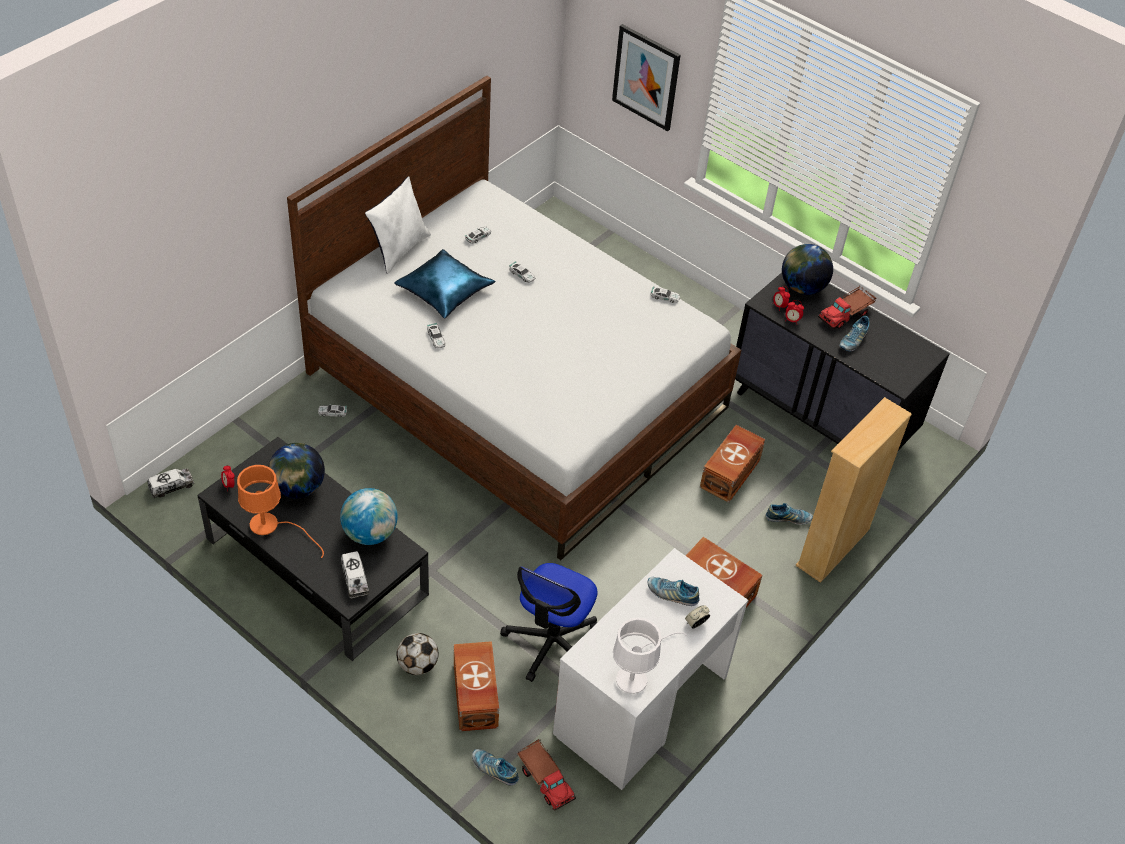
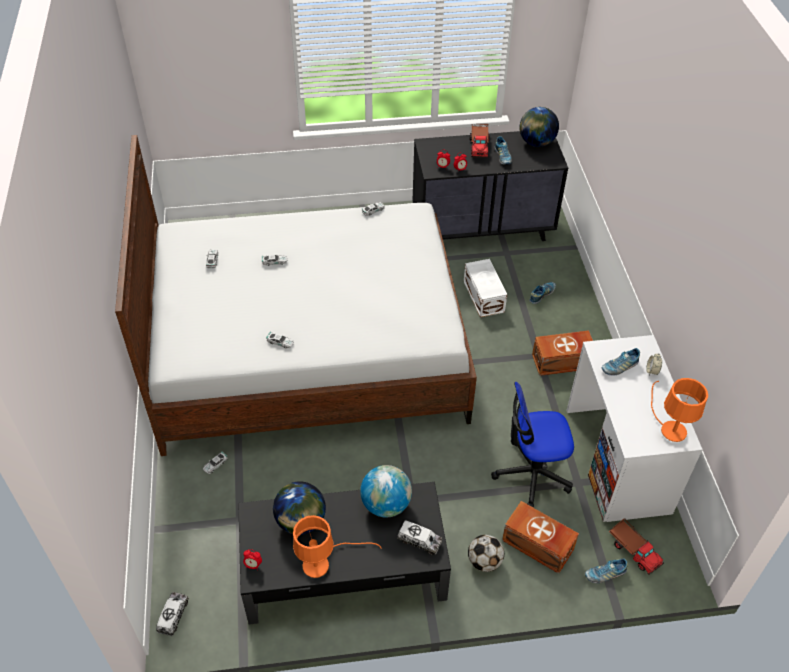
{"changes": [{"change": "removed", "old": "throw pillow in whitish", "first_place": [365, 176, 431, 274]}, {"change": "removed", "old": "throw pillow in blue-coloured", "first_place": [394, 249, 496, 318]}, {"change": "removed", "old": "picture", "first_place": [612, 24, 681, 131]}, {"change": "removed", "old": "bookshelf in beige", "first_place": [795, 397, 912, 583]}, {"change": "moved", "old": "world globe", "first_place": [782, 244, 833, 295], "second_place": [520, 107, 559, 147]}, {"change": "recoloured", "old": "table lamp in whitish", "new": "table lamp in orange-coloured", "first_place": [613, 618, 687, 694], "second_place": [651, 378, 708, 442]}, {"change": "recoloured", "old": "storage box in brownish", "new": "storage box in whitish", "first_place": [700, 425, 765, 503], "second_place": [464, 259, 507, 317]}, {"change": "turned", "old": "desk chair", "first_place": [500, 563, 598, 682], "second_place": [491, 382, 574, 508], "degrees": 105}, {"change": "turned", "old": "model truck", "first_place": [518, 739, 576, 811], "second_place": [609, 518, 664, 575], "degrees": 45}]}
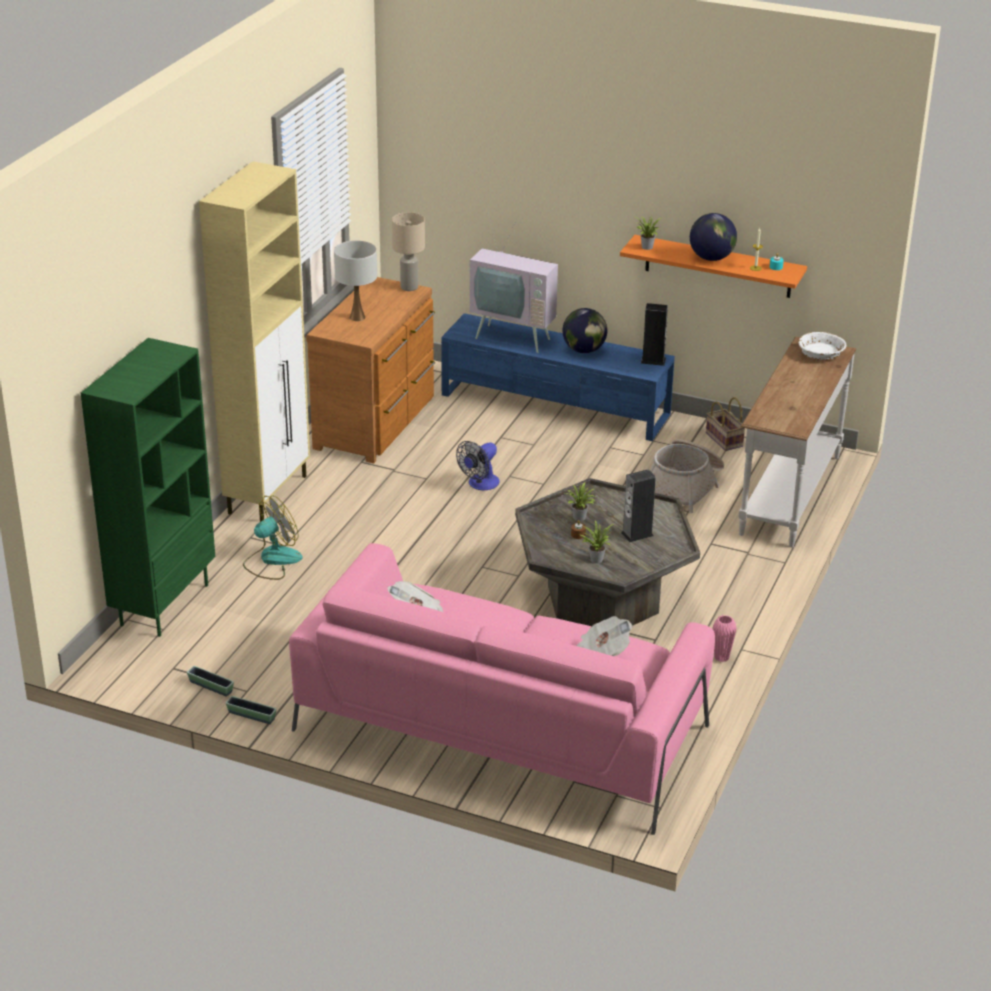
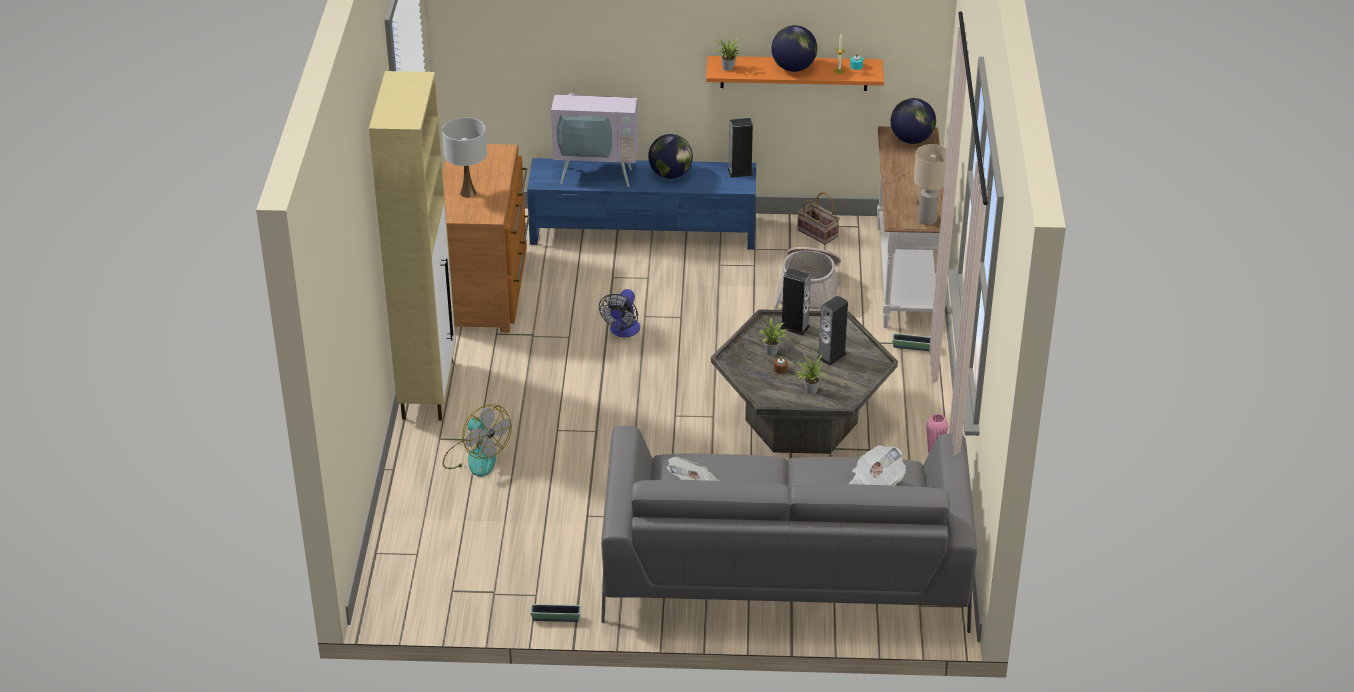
{"changes": [{"change": "removed", "old": "bookshelf in green-coloured", "first_place": [81, 338, 215, 637]}, {"change": "added", "new": "audio speaker", "second_place": [780, 268, 811, 336]}, {"change": "moved", "old": "flower pot", "first_place": [187, 666, 234, 696], "second_place": [892, 333, 930, 351]}, {"change": "moved", "old": "table lamp in beige", "first_place": [392, 212, 425, 291], "second_place": [914, 144, 947, 225]}, {"change": "replaced", "old": "bowl in whitish", "new": "world globe", "first_place": [798, 332, 846, 360], "second_place": [891, 98, 936, 144]}, {"change": "recoloured", "old": "sofa in pink-coloured", "new": "sofa in grey", "first_place": [289, 543, 715, 835], "second_place": [601, 425, 977, 633]}, {"change": "turned", "old": "fan", "first_place": [243, 495, 303, 580], "second_place": [443, 404, 512, 477], "degrees": 105}]}
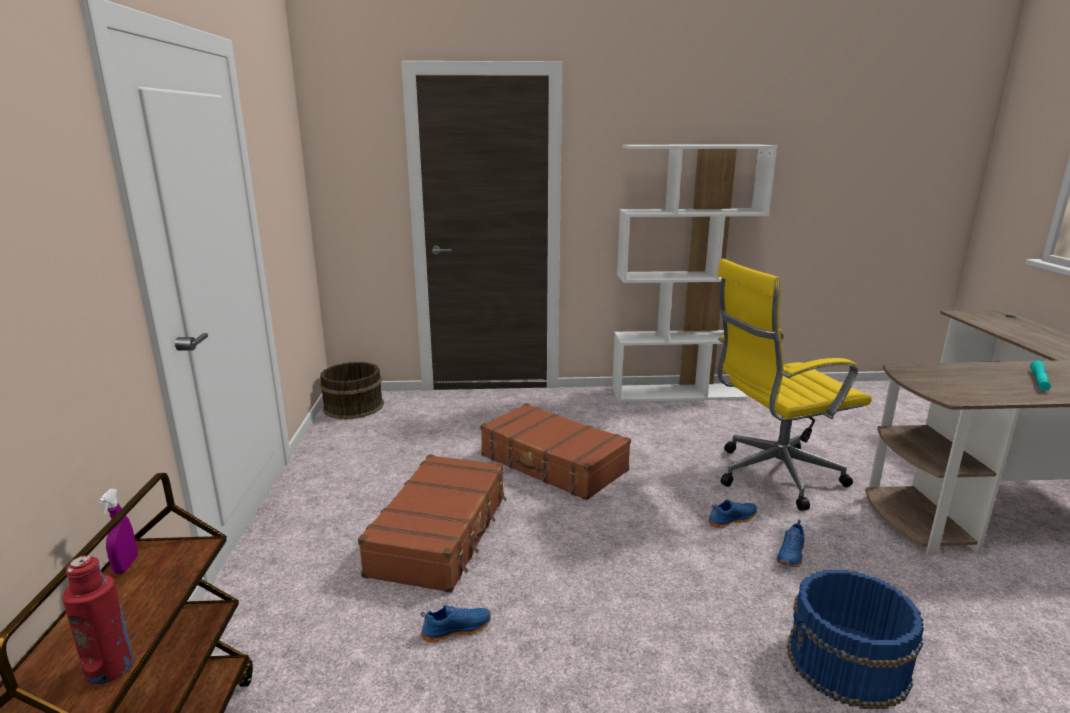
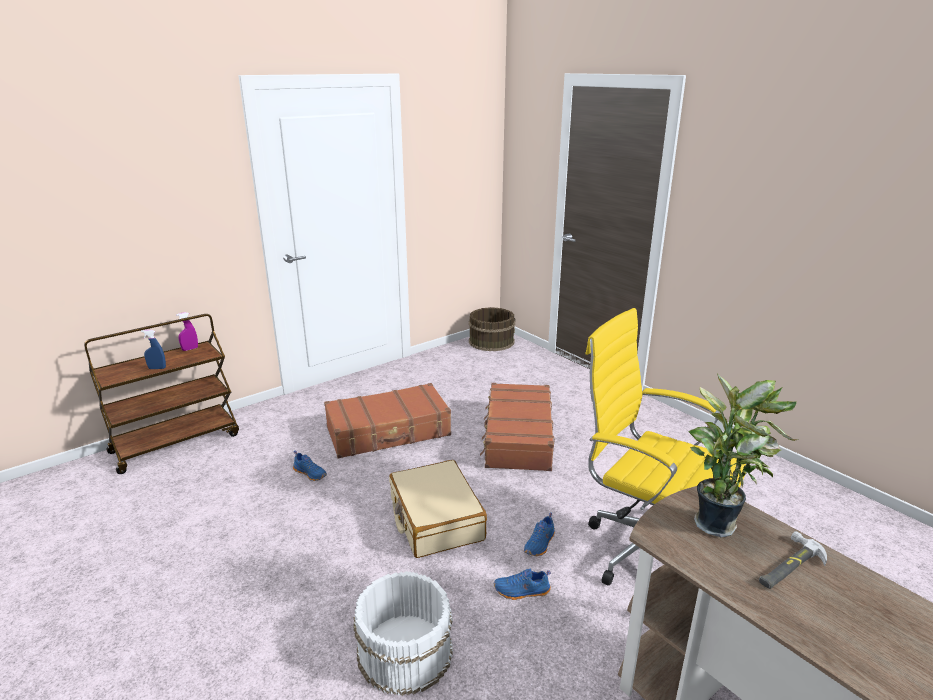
{"changes": [{"change": "removed", "old": "beverage bottle in red", "first_place": [62, 555, 134, 684]}, {"change": "removed", "old": "bookshelf in whitish", "first_place": [612, 144, 777, 402]}, {"change": "removed", "old": "flashlight in turquoise-coloured", "first_place": [1030, 361, 1051, 391]}, {"change": "added", "new": "sprayer in blue-coloured", "second_place": [141, 330, 166, 369]}, {"change": "added", "new": "piece of luggage in beige", "second_place": [389, 460, 487, 558]}, {"change": "added", "new": "houseplant", "second_place": [688, 374, 799, 537]}, {"change": "added", "new": "hand hammer", "second_place": [759, 531, 827, 589]}, {"change": "recoloured", "old": "water bucket in blue-coloured", "new": "water bucket in whitish", "first_place": [787, 570, 924, 709], "second_place": [353, 571, 453, 696]}, {"change": "turned", "old": "low shoe in blue-coloured", "first_place": [708, 499, 757, 528], "second_place": [524, 512, 555, 556], "degrees": 90}]}
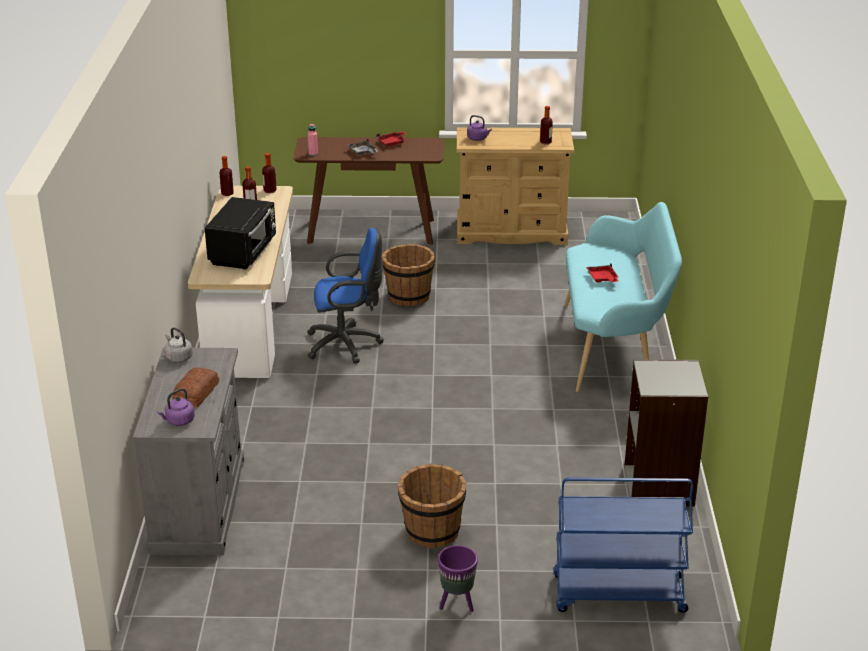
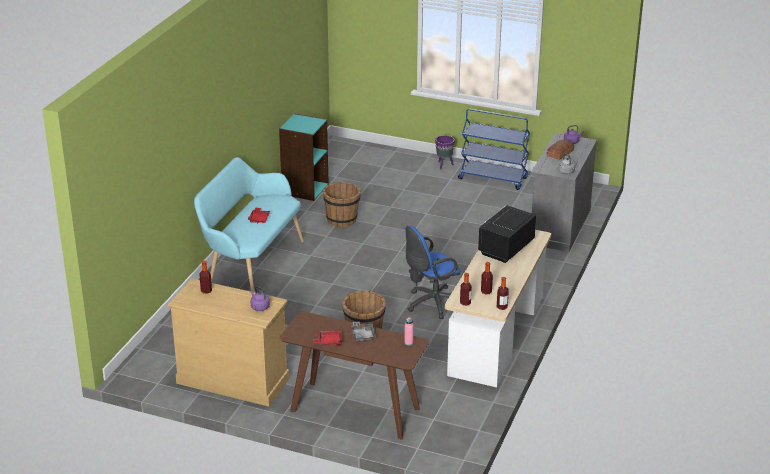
{"changes": [{"change": "moved", "old": "water bucket in brownish", "first_place": [398, 464, 467, 548], "second_place": [323, 182, 361, 227]}, {"change": "moved", "old": "cart in blue-coloured", "first_place": [553, 477, 693, 613], "second_place": [458, 109, 530, 190]}, {"change": "recoloured", "old": "bookshelf in grey", "new": "bookshelf in turquoise-coloured", "first_place": [624, 359, 708, 507], "second_place": [279, 113, 328, 201]}, {"change": "turned", "old": "desk chair in blue-coloured", "first_place": [307, 228, 384, 364], "second_place": [406, 225, 460, 319], "degrees": -45}]}
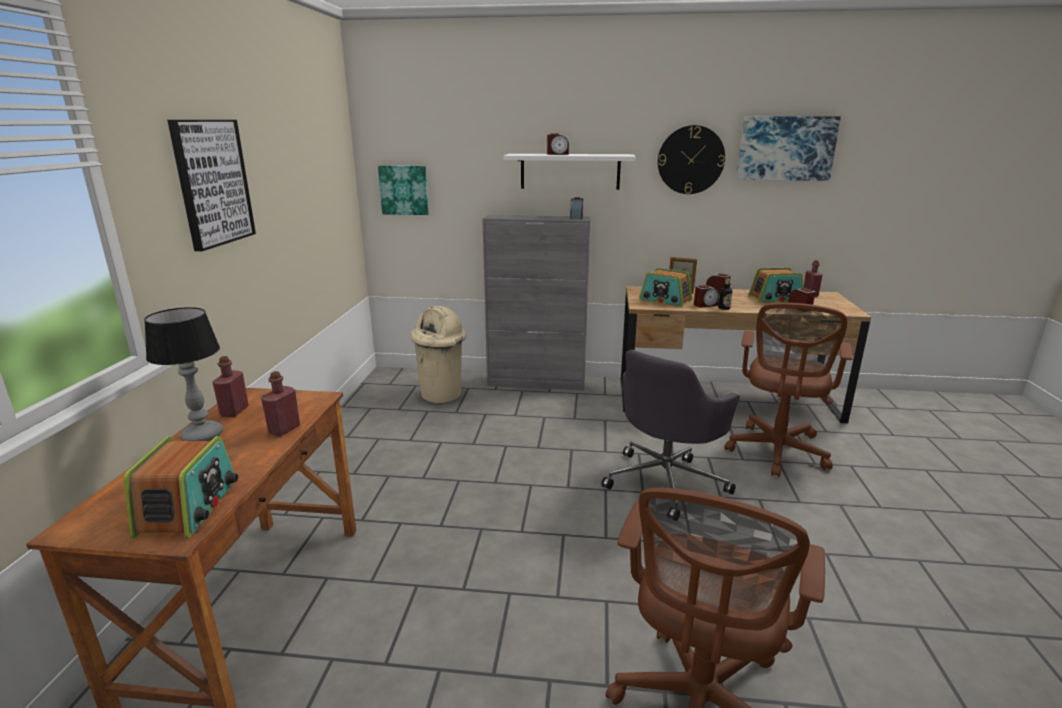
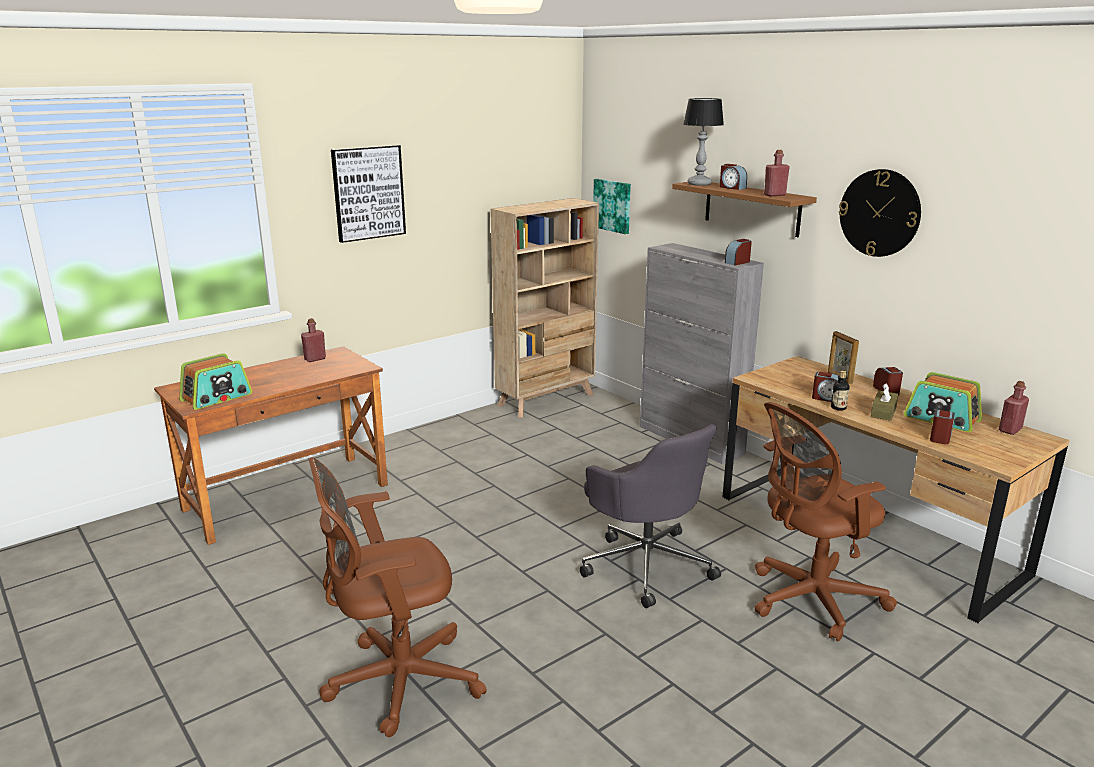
{"changes": [{"change": "removed", "old": "waste bin in beige", "first_place": [410, 306, 466, 403]}, {"change": "removed", "old": "radio set", "first_place": [639, 268, 692, 307]}, {"change": "removed", "old": "picture", "first_place": [736, 116, 841, 181]}, {"change": "added", "new": "bookshelf in beige", "second_place": [490, 198, 599, 418]}, {"change": "added", "new": "tissue box in brownish", "second_place": [871, 383, 898, 421]}, {"change": "moved", "old": "table lamp", "first_place": [144, 307, 223, 441], "second_place": [683, 98, 724, 186]}, {"change": "moved", "old": "beverage bottle in red", "first_place": [261, 371, 300, 436], "second_place": [764, 150, 790, 196]}, {"change": "recoloured", "old": "shelf in whitish", "new": "shelf in brownish", "first_place": [504, 154, 636, 190], "second_place": [672, 182, 817, 237]}, {"change": "turned", "old": "desk chair in grey", "first_place": [601, 350, 740, 514], "second_place": [580, 424, 721, 608], "degrees": -120}]}
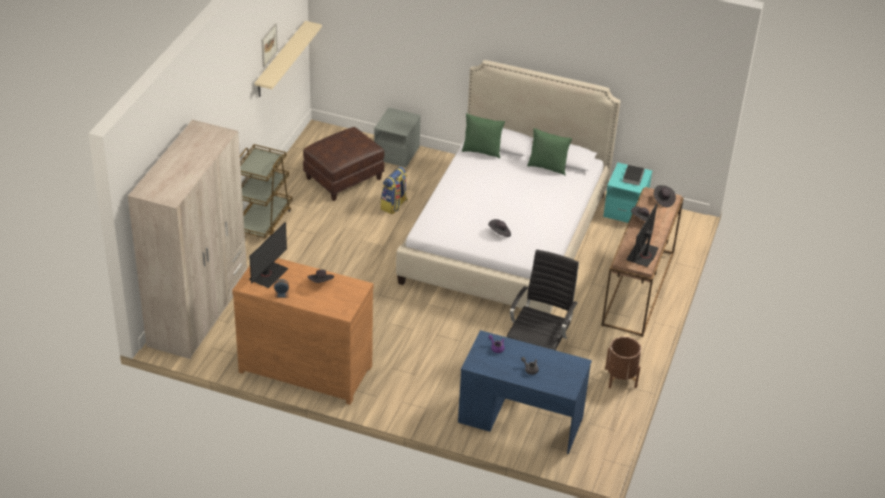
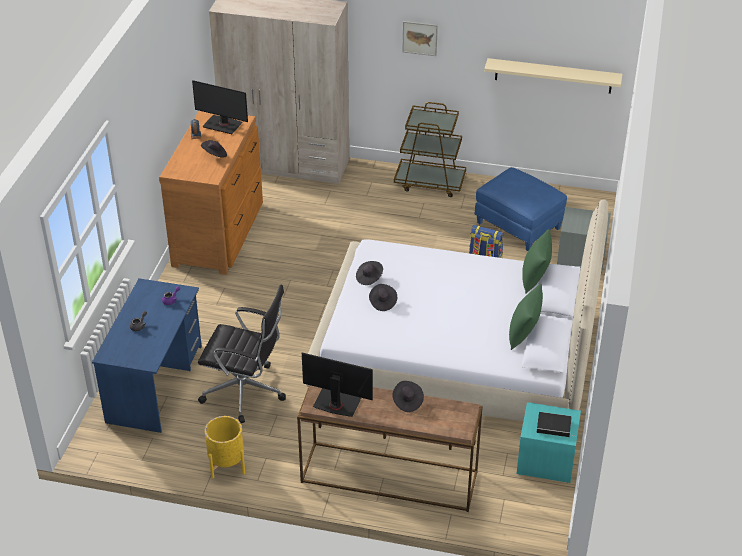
{"changes": [{"change": "moved", "old": "picture", "first_place": [261, 23, 278, 67], "second_place": [402, 21, 438, 56]}, {"change": "moved", "old": "clothing hat in blackish", "first_place": [654, 185, 676, 207], "second_place": [356, 261, 383, 285]}, {"change": "recoloured", "old": "ottoman in brownish", "new": "ottoman in blue-coloured", "first_place": [303, 127, 385, 201], "second_place": [474, 167, 567, 251]}, {"change": "recoloured", "old": "flower pot in brownish", "new": "flower pot in yellow-coloured", "first_place": [605, 337, 641, 388], "second_place": [205, 416, 245, 478]}]}
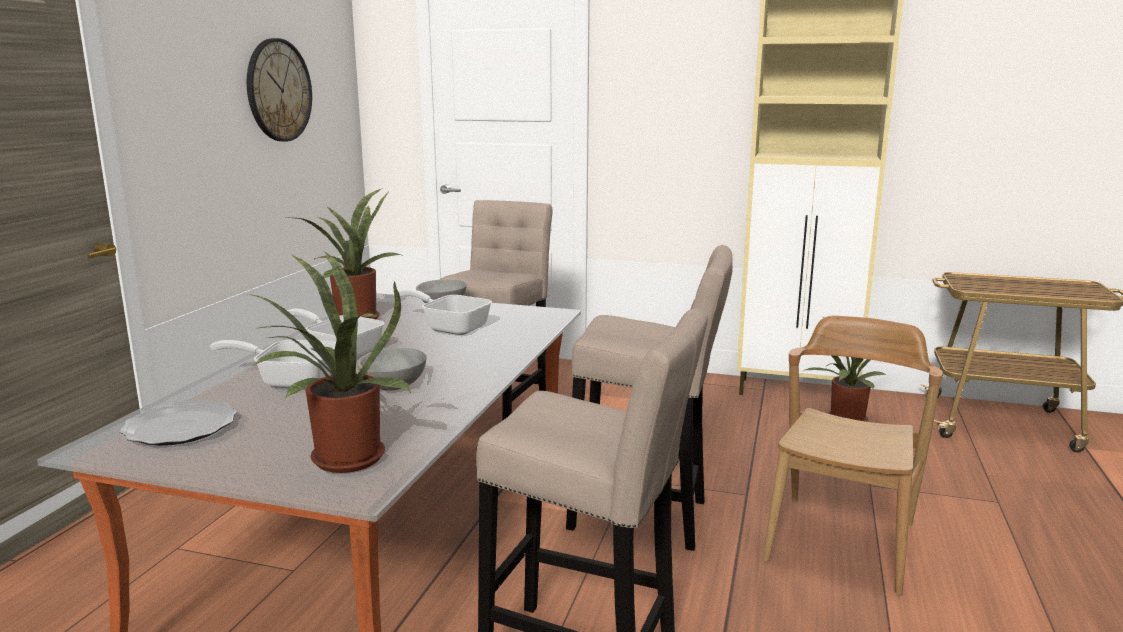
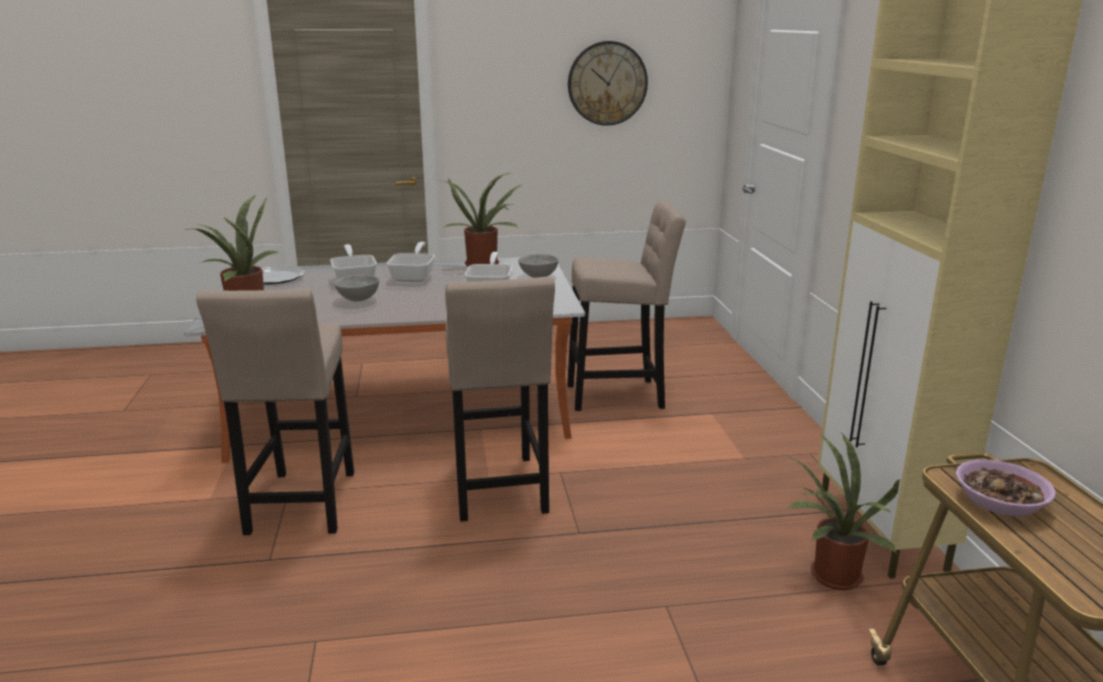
{"changes": [{"change": "removed", "old": "plain chair in brownish", "first_place": [763, 315, 943, 595]}, {"change": "added", "new": "bowl", "second_place": [956, 460, 1056, 516]}]}
